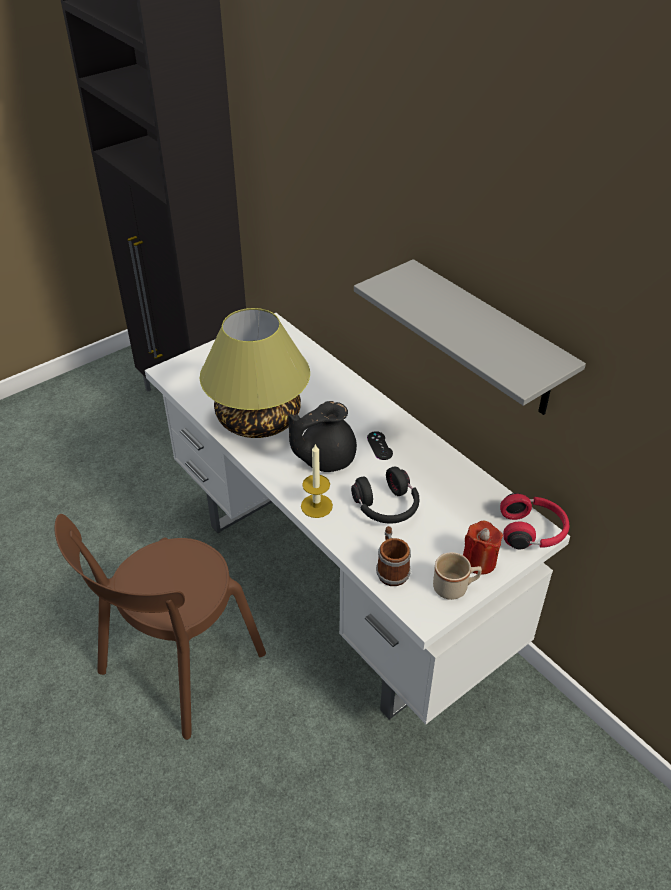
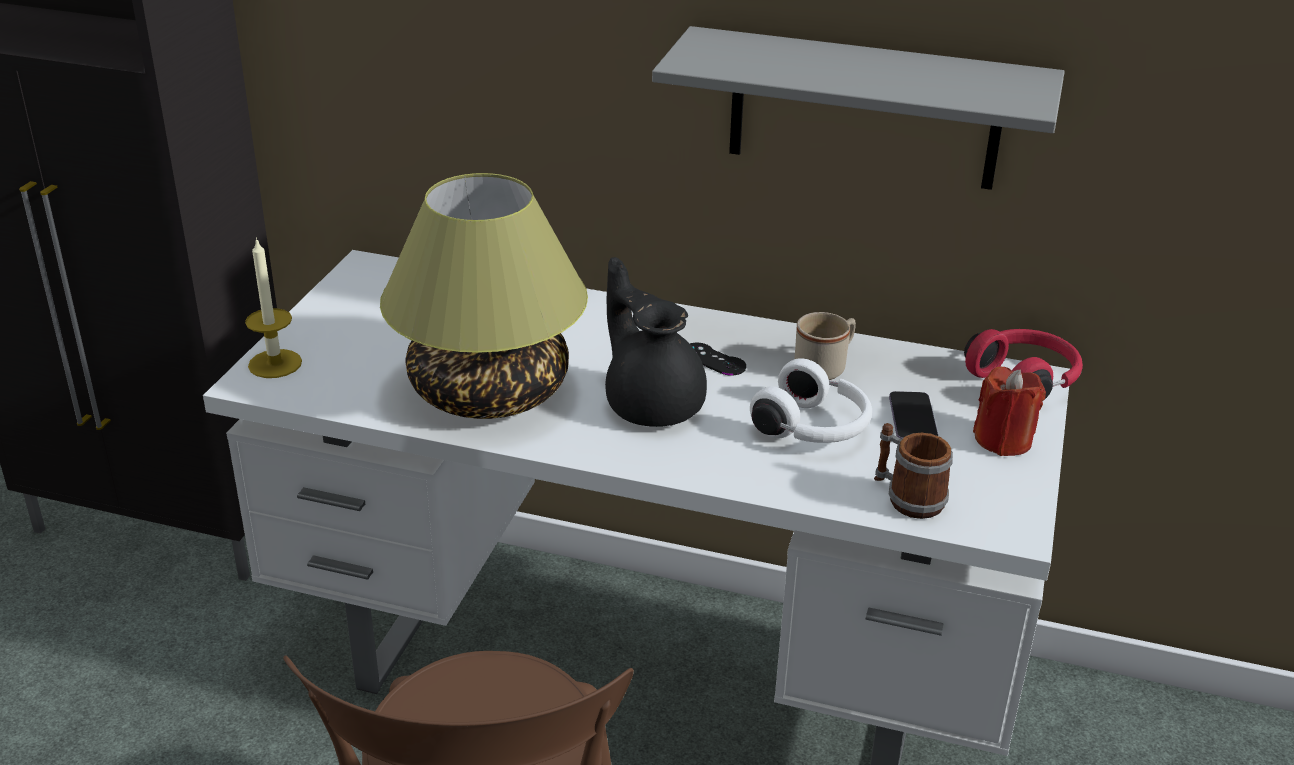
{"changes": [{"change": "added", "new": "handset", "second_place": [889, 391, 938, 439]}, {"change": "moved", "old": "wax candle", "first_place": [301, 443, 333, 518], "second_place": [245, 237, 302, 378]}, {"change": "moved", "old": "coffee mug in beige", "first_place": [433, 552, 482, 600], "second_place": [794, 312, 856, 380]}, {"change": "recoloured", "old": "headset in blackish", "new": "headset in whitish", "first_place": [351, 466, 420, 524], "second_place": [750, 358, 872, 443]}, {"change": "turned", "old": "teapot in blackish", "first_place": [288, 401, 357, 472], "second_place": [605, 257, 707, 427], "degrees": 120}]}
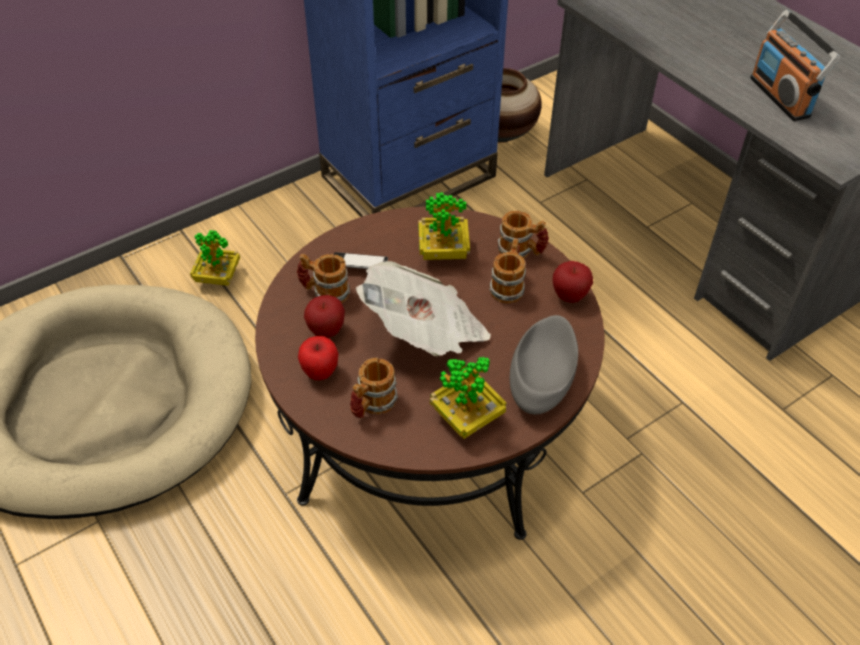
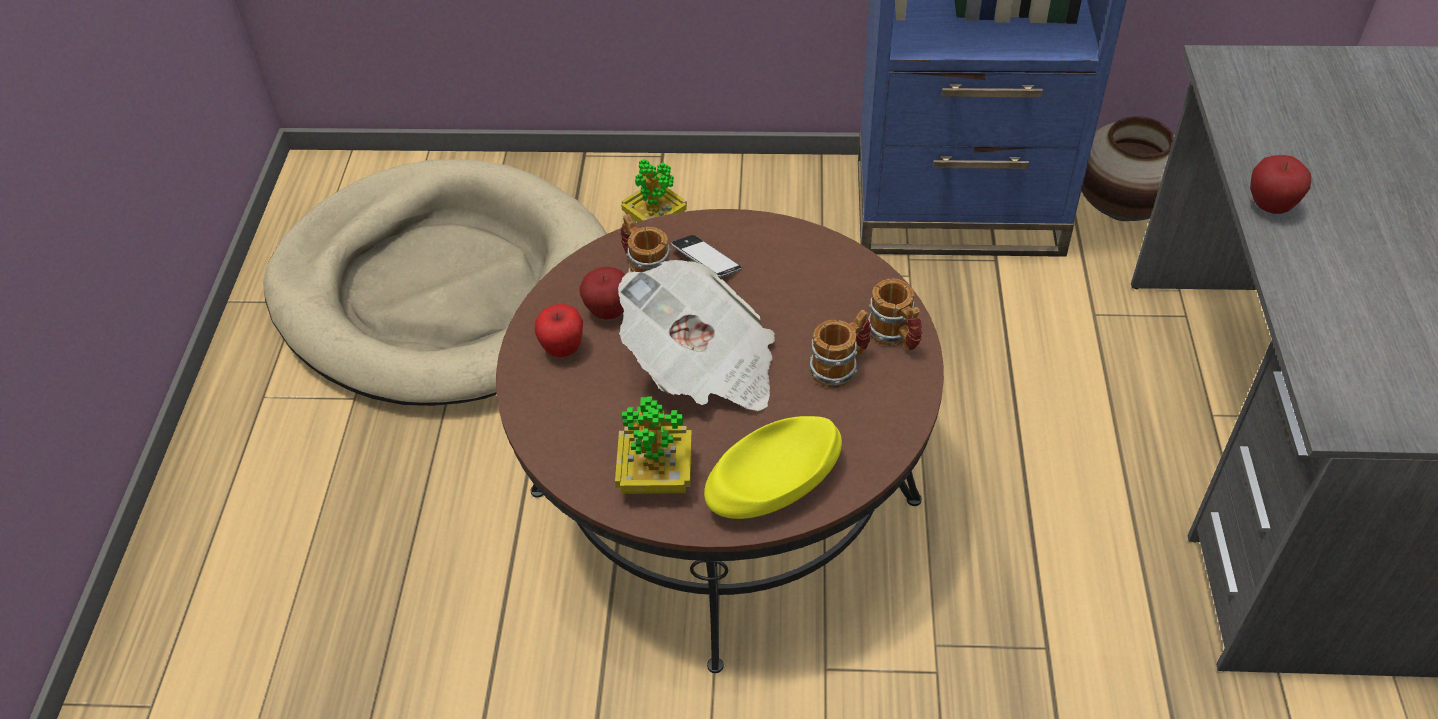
{"changes": [{"change": "removed", "old": "coffee mug", "first_place": [350, 358, 398, 418]}, {"change": "removed", "old": "houseplant", "first_place": [418, 192, 470, 260]}, {"change": "removed", "old": "radio set", "first_place": [750, 10, 841, 121]}, {"change": "moved", "old": "apple fruit", "first_place": [553, 261, 593, 303], "second_place": [1250, 155, 1311, 214]}, {"change": "recoloured", "old": "bowl in grey", "new": "bowl in yellow-coloured", "first_place": [510, 315, 578, 414], "second_place": [704, 416, 842, 519]}]}
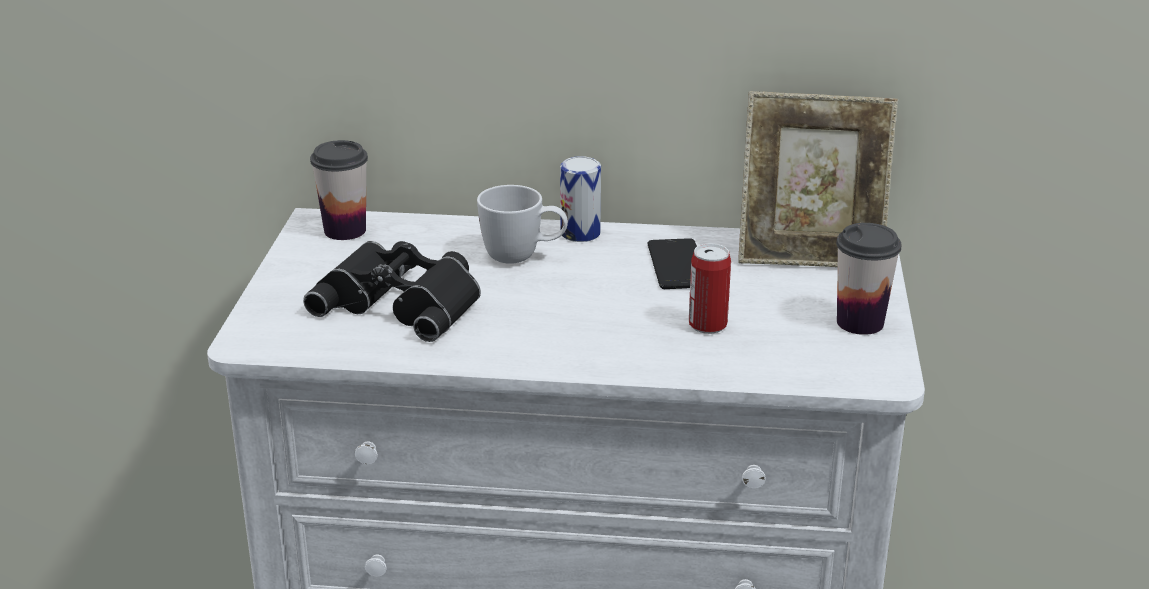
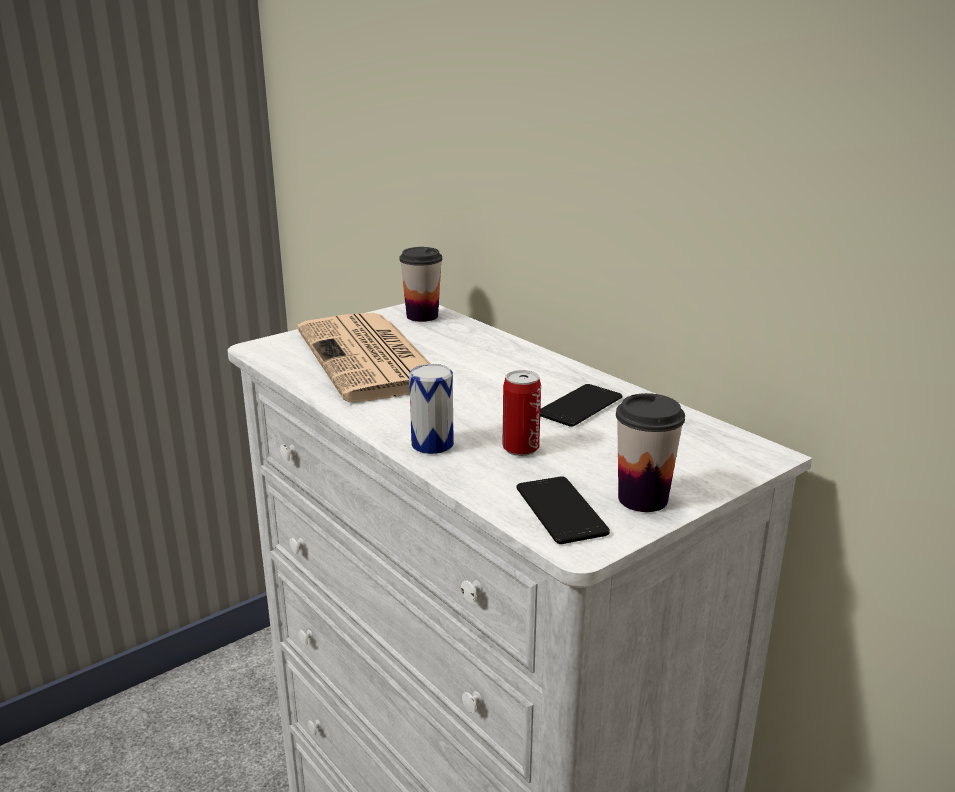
{"changes": [{"change": "removed", "old": "coffee mug in whitish", "first_place": [477, 185, 568, 264]}, {"change": "removed", "old": "standing frame", "first_place": [738, 91, 898, 267]}, {"change": "added", "new": "handset", "second_place": [516, 476, 610, 544]}, {"change": "moved", "old": "can", "first_place": [560, 156, 601, 242], "second_place": [409, 364, 454, 454]}, {"change": "replaced", "old": "field glasses in blackish", "new": "daily paper", "first_place": [303, 241, 481, 342], "second_place": [297, 313, 431, 402]}]}
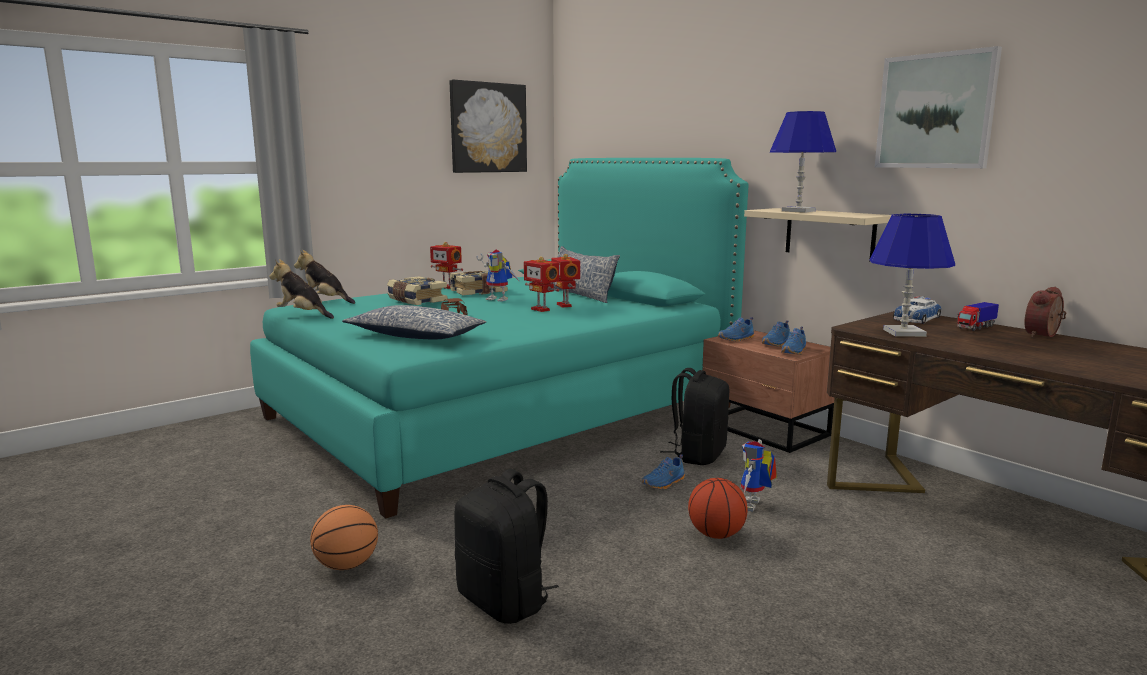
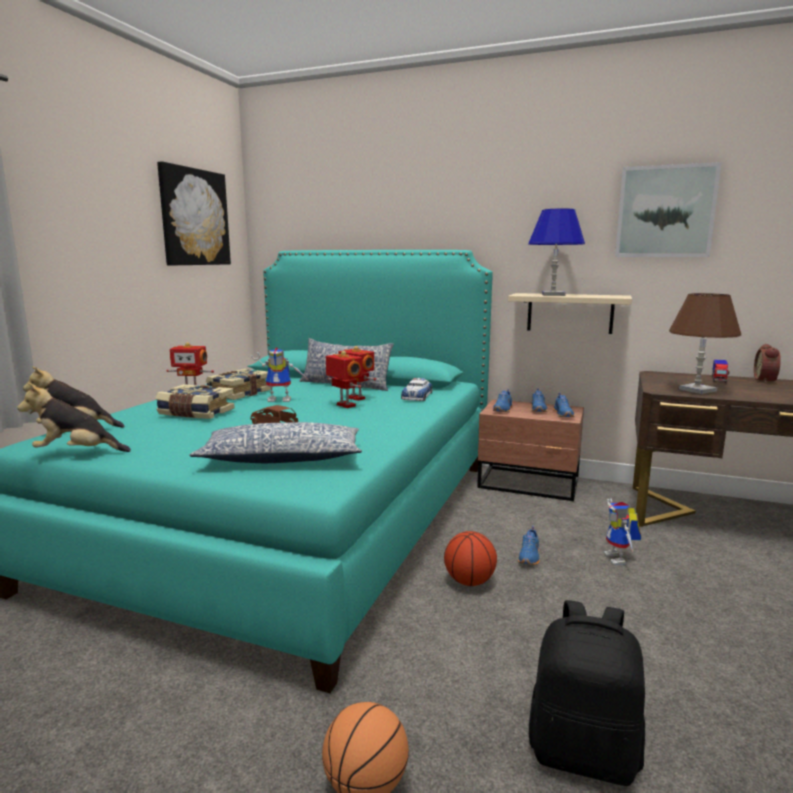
{"changes": [{"change": "removed", "old": "rucksack in blackish", "first_place": [660, 368, 730, 465]}, {"change": "moved", "old": "basketball", "first_place": [688, 478, 748, 539], "second_place": [444, 531, 497, 586]}, {"change": "moved", "old": "miniature car", "first_place": [893, 297, 941, 324], "second_place": [401, 378, 433, 401]}, {"change": "recoloured", "old": "table lamp in blue-coloured", "new": "table lamp in brownish", "first_place": [870, 214, 955, 337], "second_place": [669, 293, 741, 394]}, {"change": "turned", "old": "toy robot", "first_place": [524, 256, 559, 312], "second_place": [326, 351, 362, 408], "degrees": -150}]}
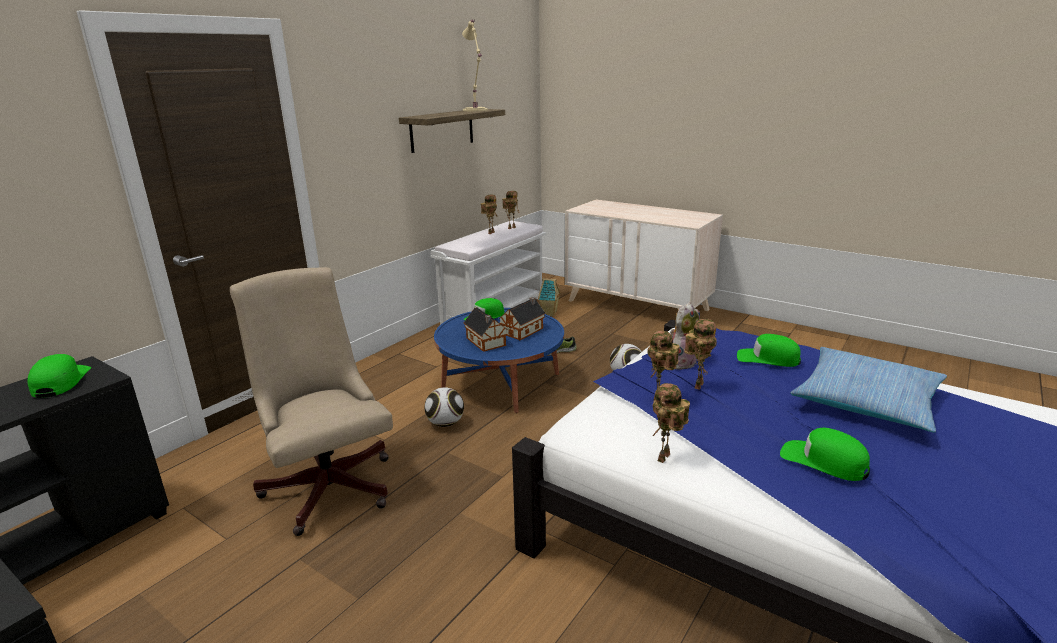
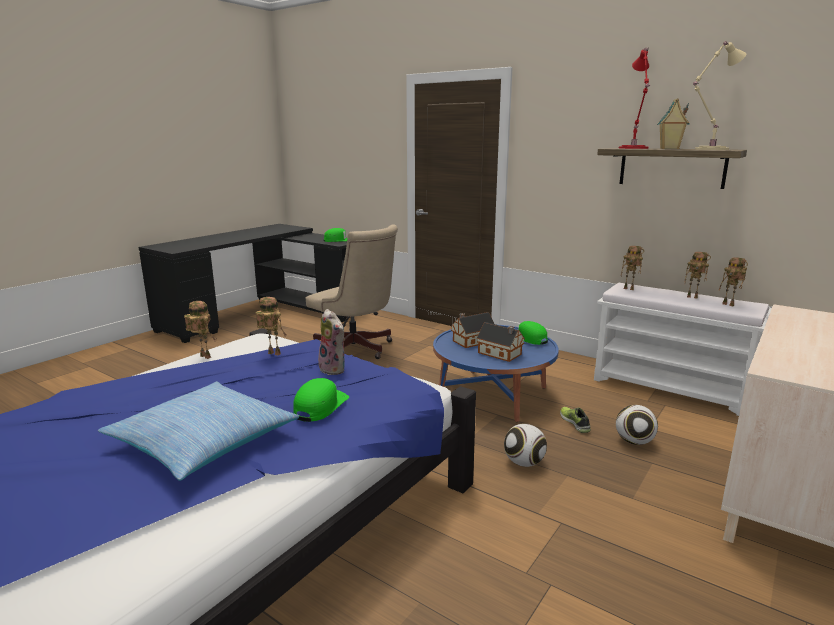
{"changes": [{"change": "removed", "old": "cap in green-coloured", "first_place": [780, 427, 870, 481]}, {"change": "added", "new": "table lamp in red", "second_place": [619, 48, 650, 149]}, {"change": "moved", "old": "football", "first_place": [424, 387, 464, 427], "second_place": [616, 405, 658, 445]}, {"change": "moved", "old": "model house", "first_place": [538, 278, 561, 316], "second_place": [657, 98, 689, 149]}, {"change": "moved", "old": "toy robot", "first_place": [684, 319, 717, 390], "second_place": [621, 246, 644, 290]}, {"change": "turned", "old": "desk chair in beige", "first_place": [230, 267, 393, 536], "second_place": [306, 225, 398, 359], "degrees": 75}]}
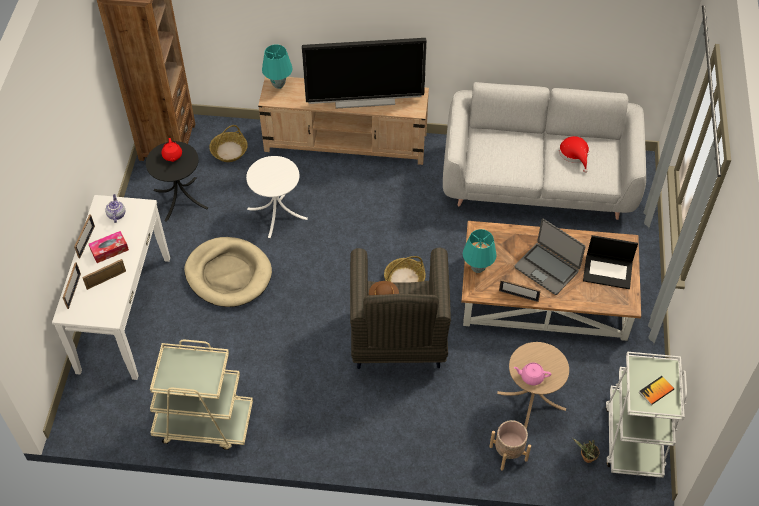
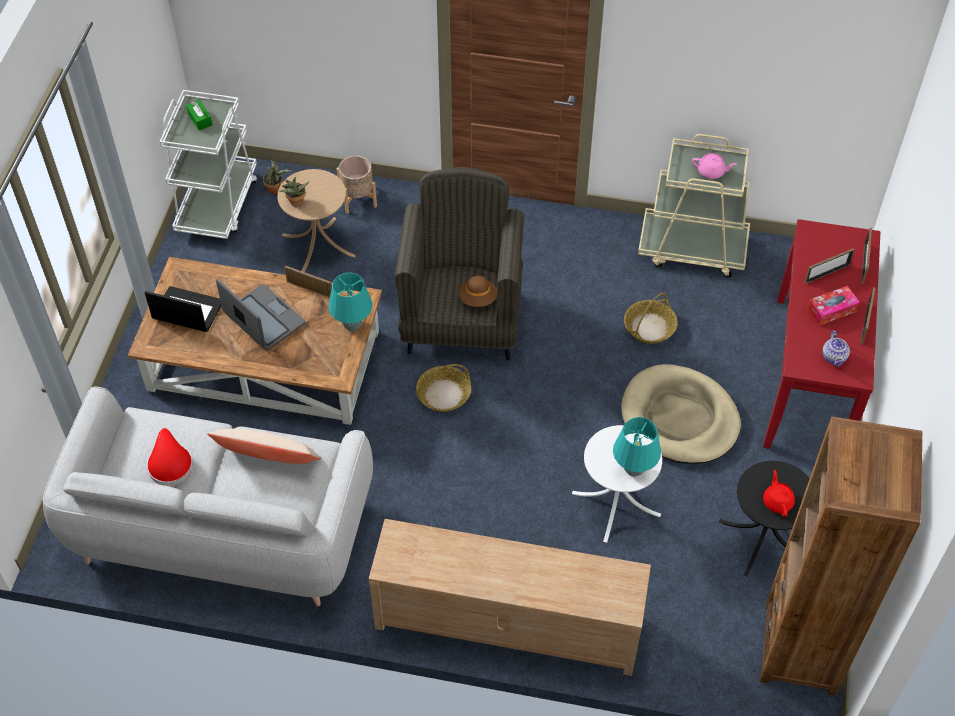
{"changes": [{"change": "removed", "old": "television", "first_place": [302, 38, 427, 108]}, {"change": "added", "new": "throw pillow in beige", "second_place": [207, 429, 322, 464]}, {"change": "added", "new": "houseplant", "second_place": [279, 177, 309, 206]}, {"change": "moved", "old": "storage basket", "first_place": [209, 125, 248, 162], "second_place": [624, 293, 678, 344]}, {"change": "moved", "old": "table lamp in turquoise-coloured", "first_place": [262, 44, 293, 89], "second_place": [613, 417, 661, 477]}, {"change": "moved", "old": "teapot in pink-coloured", "first_place": [514, 362, 551, 385], "second_place": [692, 153, 736, 179]}, {"change": "replaced", "old": "bound book", "new": "tissue box in green-coloured", "first_place": [639, 376, 674, 405], "second_place": [186, 100, 212, 130]}, {"change": "recoloured", "old": "hall table in whitish", "new": "hall table in red", "first_place": [52, 195, 170, 380], "second_place": [763, 219, 880, 449]}]}
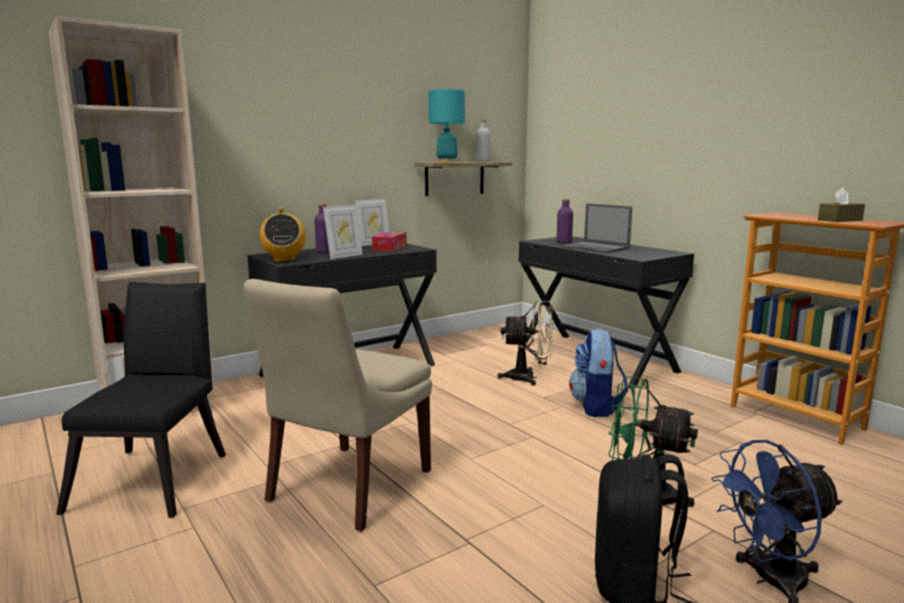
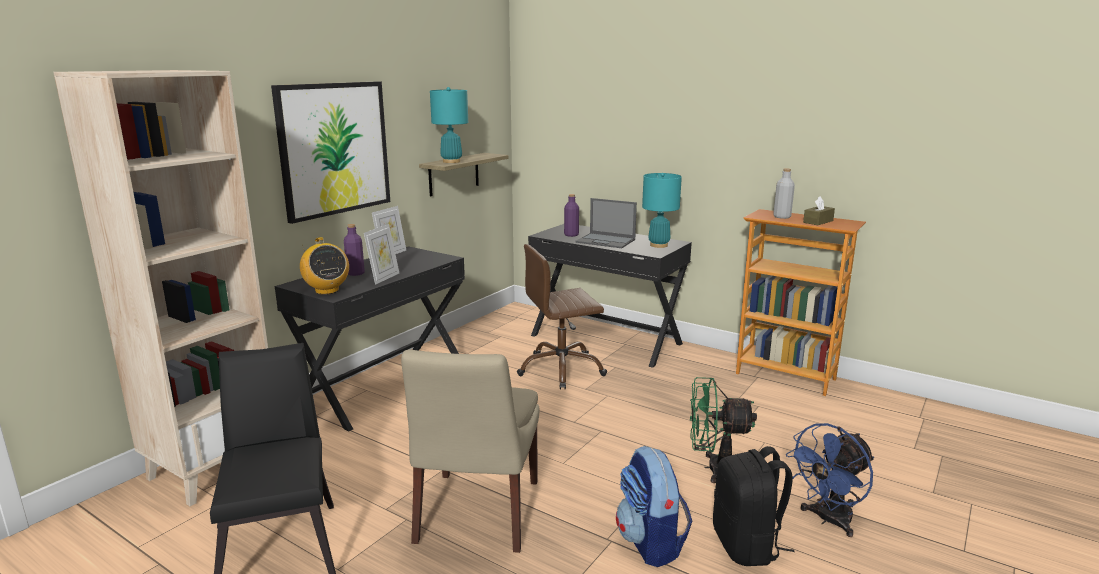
{"changes": [{"change": "removed", "old": "tissue box", "first_place": [372, 232, 407, 251]}, {"change": "added", "new": "picture", "second_place": [271, 81, 390, 224]}, {"change": "added", "new": "table lamp in turquoise-coloured", "second_place": [642, 173, 682, 248]}, {"change": "moved", "old": "beverage bottle in grey", "first_place": [476, 120, 490, 162], "second_place": [773, 168, 795, 219]}, {"change": "moved", "old": "rucksack", "first_place": [569, 328, 628, 417], "second_place": [616, 446, 692, 567]}, {"change": "replaced", "old": "fan in beige", "new": "desk chair in brownish", "first_place": [497, 301, 554, 386], "second_place": [517, 244, 607, 389]}]}
